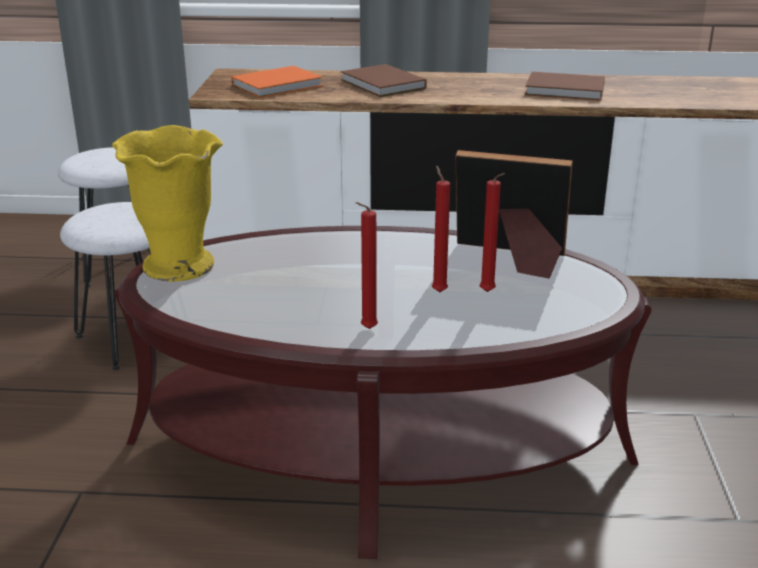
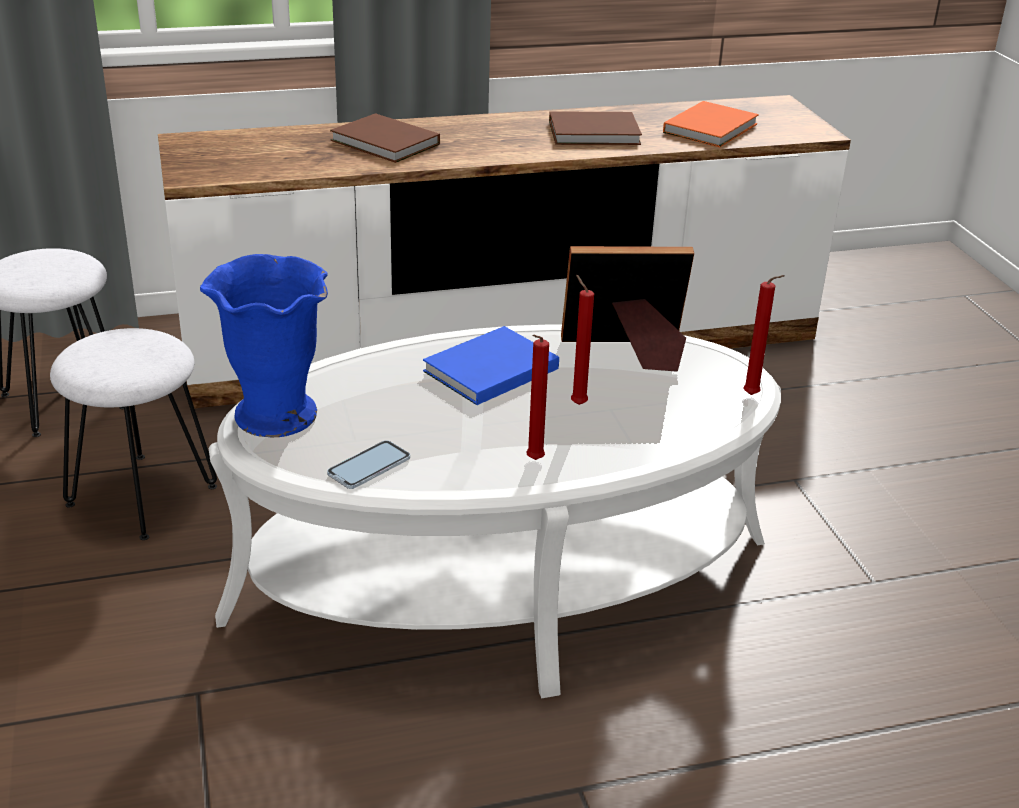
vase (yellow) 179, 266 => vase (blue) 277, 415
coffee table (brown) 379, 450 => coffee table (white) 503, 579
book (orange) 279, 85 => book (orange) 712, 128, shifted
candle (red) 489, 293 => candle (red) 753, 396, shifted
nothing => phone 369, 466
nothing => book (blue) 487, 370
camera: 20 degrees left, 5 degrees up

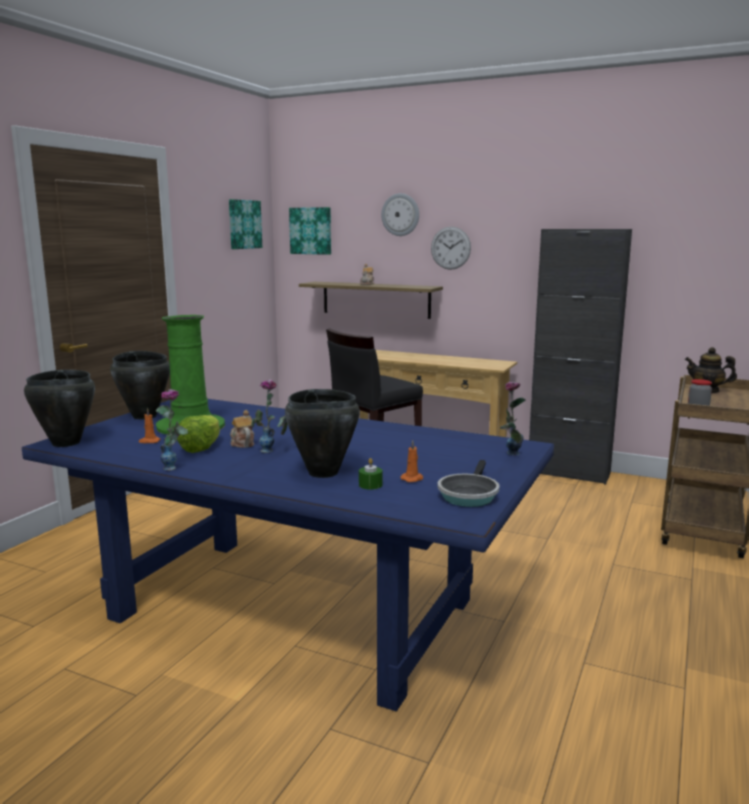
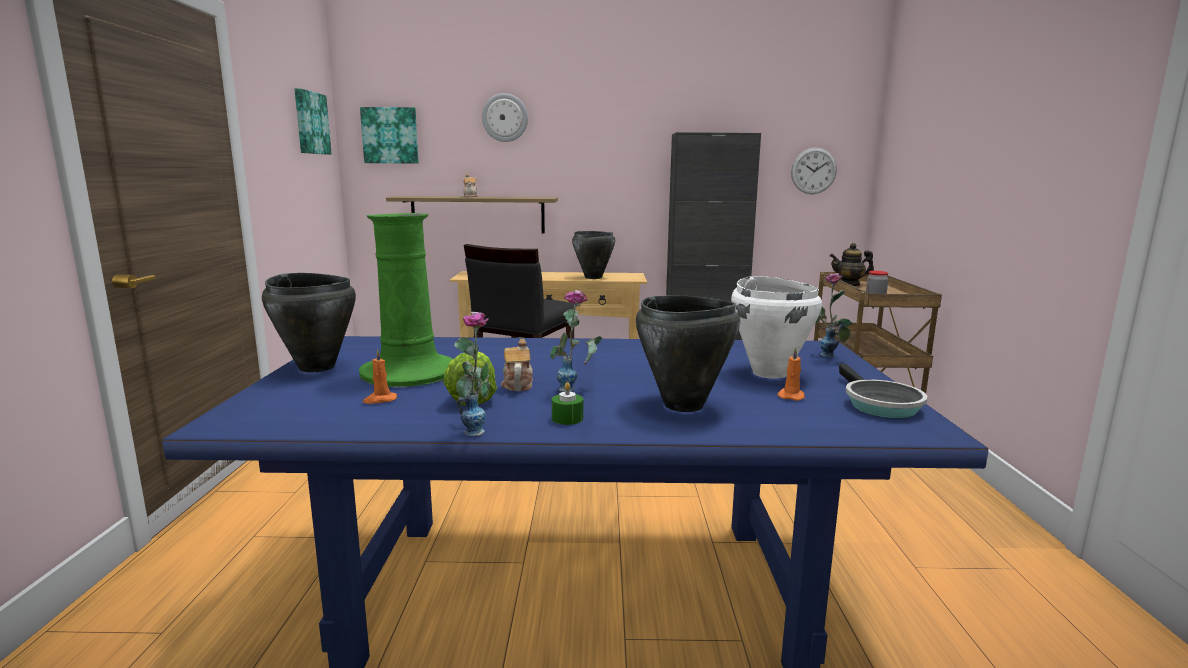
cooking pot (black) 65, 443 => cooking pot (black) 593, 277, shifted
teapot 242, 443 => teapot 517, 384, 45 degrees clockwise
candle (green) 370, 485 => candle (green) 567, 418, shifted
wall clock 450, 248 => wall clock 813, 171, shifted
nothing => cooking pot (white) 770, 373
camera: 25 degrees left, 0 degrees up

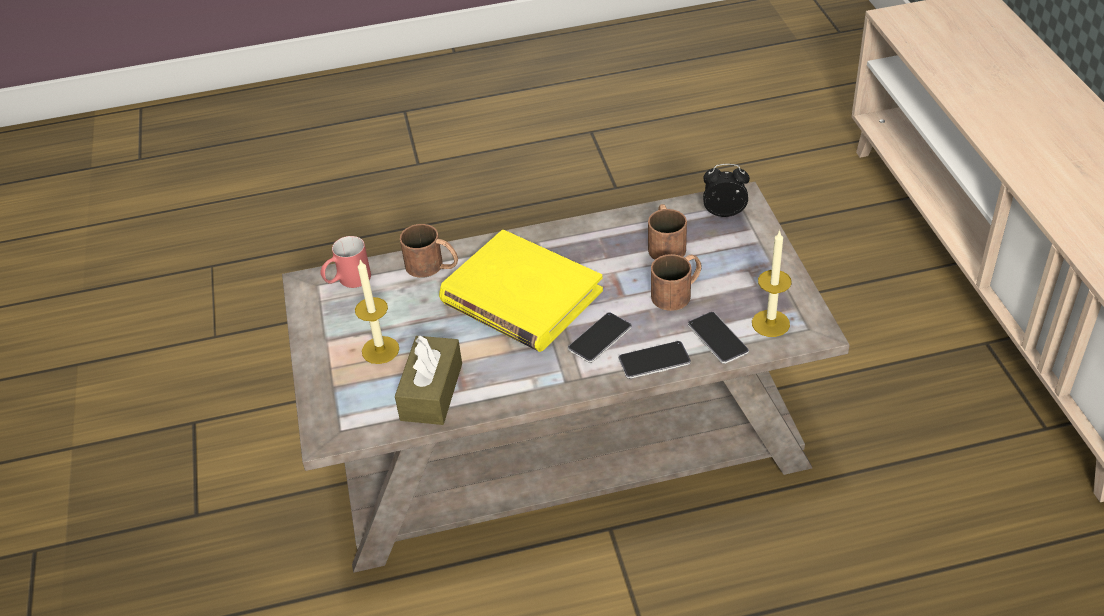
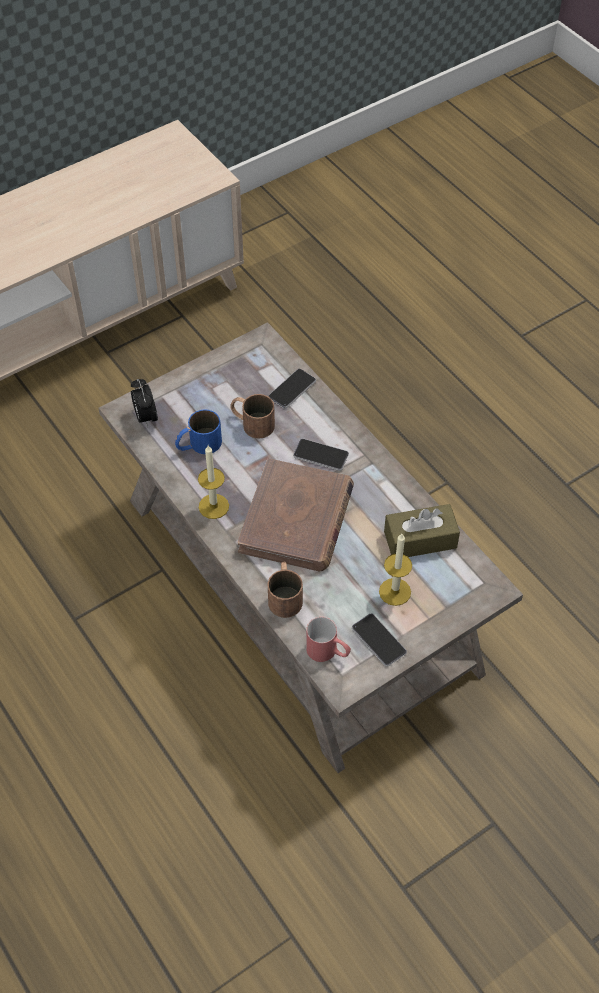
book (yellow) 520, 297 => book (brown) 297, 519
phone 654, 361 => phone 379, 640, shifted
mug (brown) 665, 243 => mug (blue) 198, 444
candle 770, 323 => candle 213, 506, shifted
camera: 115 degrees left, 10 degrees up

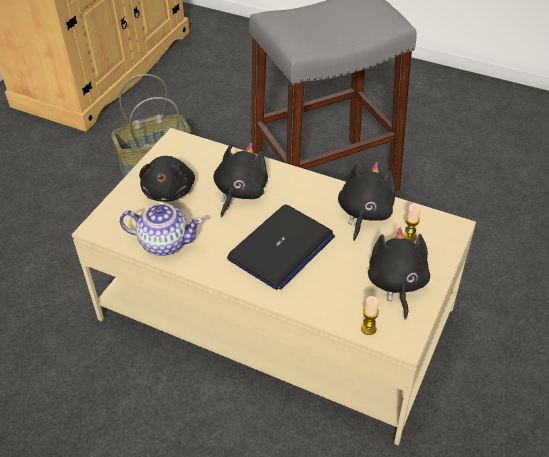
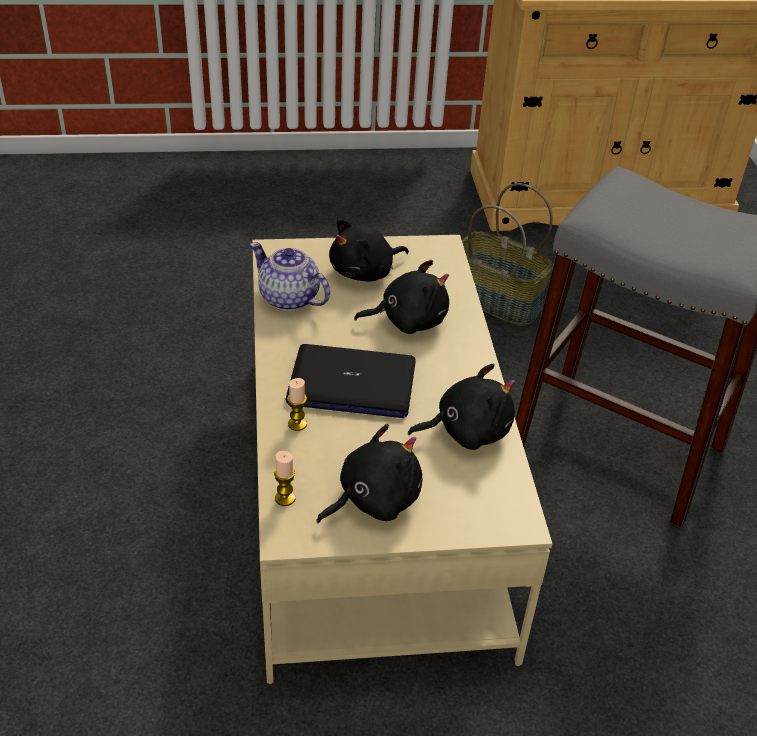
teapot 164, 242 => teapot 289, 299, 150 degrees clockwise
candle 409, 236 => candle 297, 424, shifted
camera: 55 degrees right, 5 degrees down

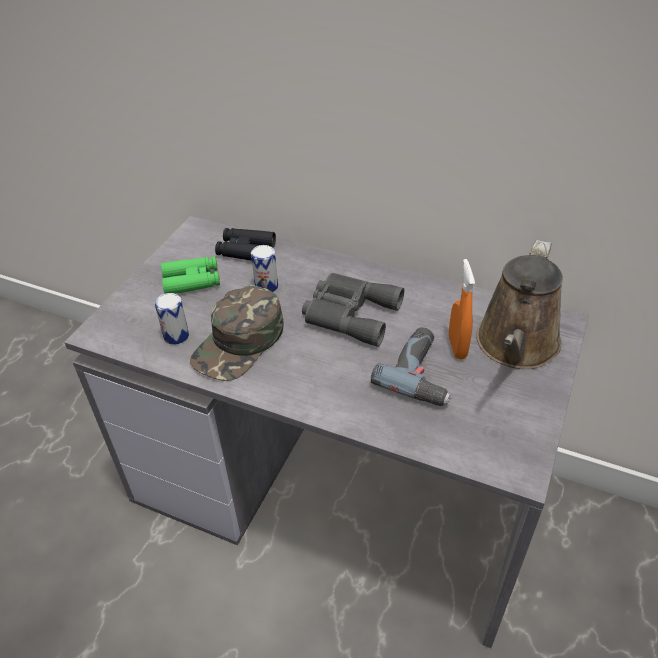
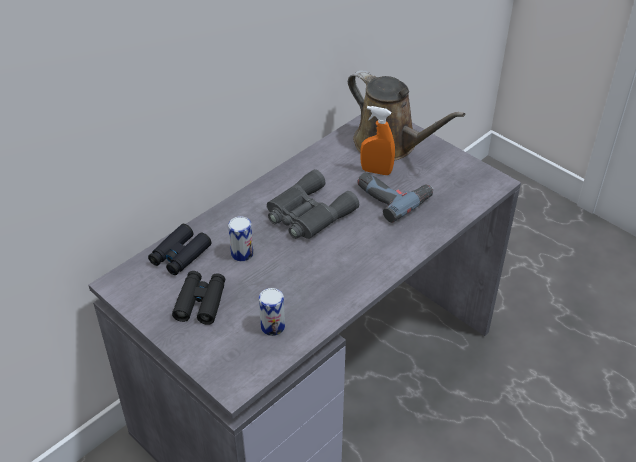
binoculars (green) 192, 281 => binoculars (black) 200, 302
cap (green) 240, 342 => nothing
camera: 70 degrees left, 0 degrees up

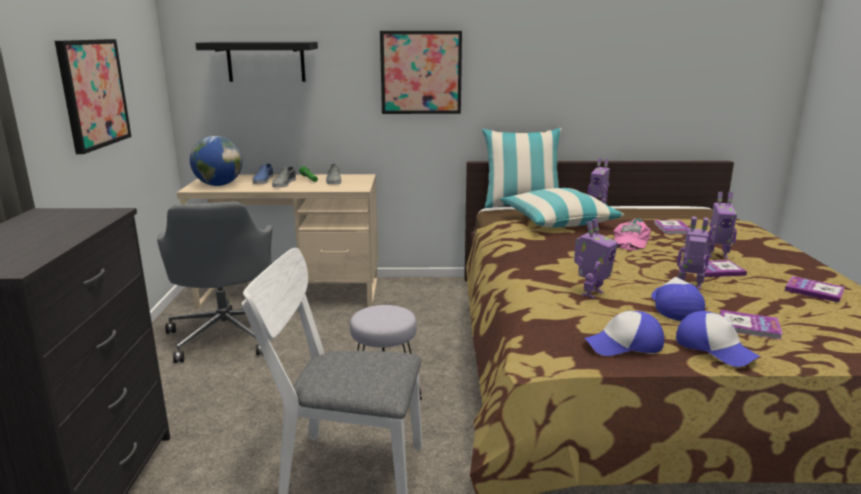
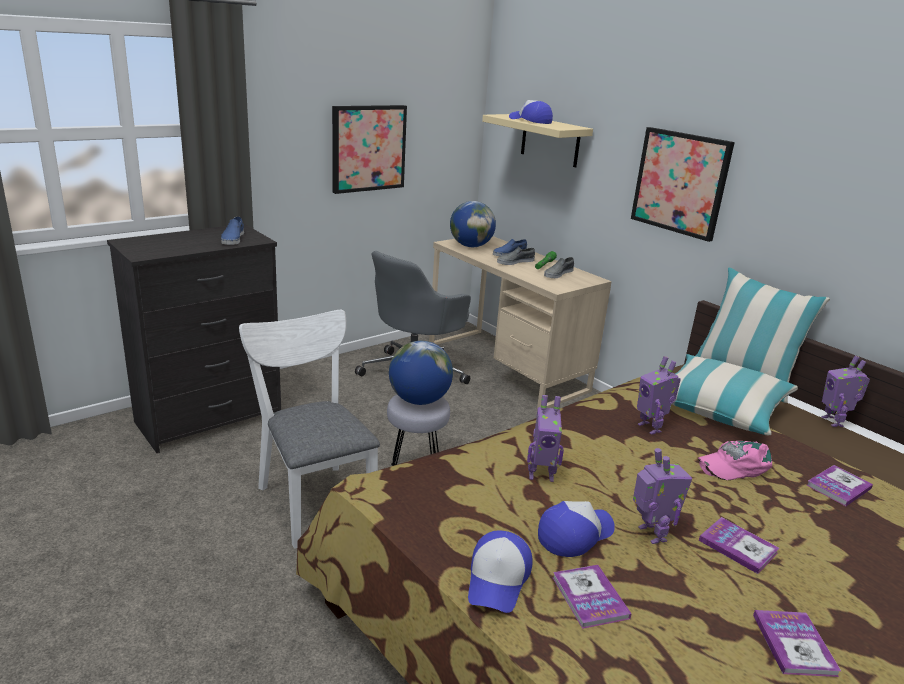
shelf (black) 266, 61 => shelf (beige) 550, 140
cap 624, 345 => cap 530, 121, shifted
toy robot 716, 255 => toy robot 650, 428, shifted
nothing => shoe (blue) 233, 238
nothing => globe 419, 400
camera: 50 degrees right, 5 degrees up

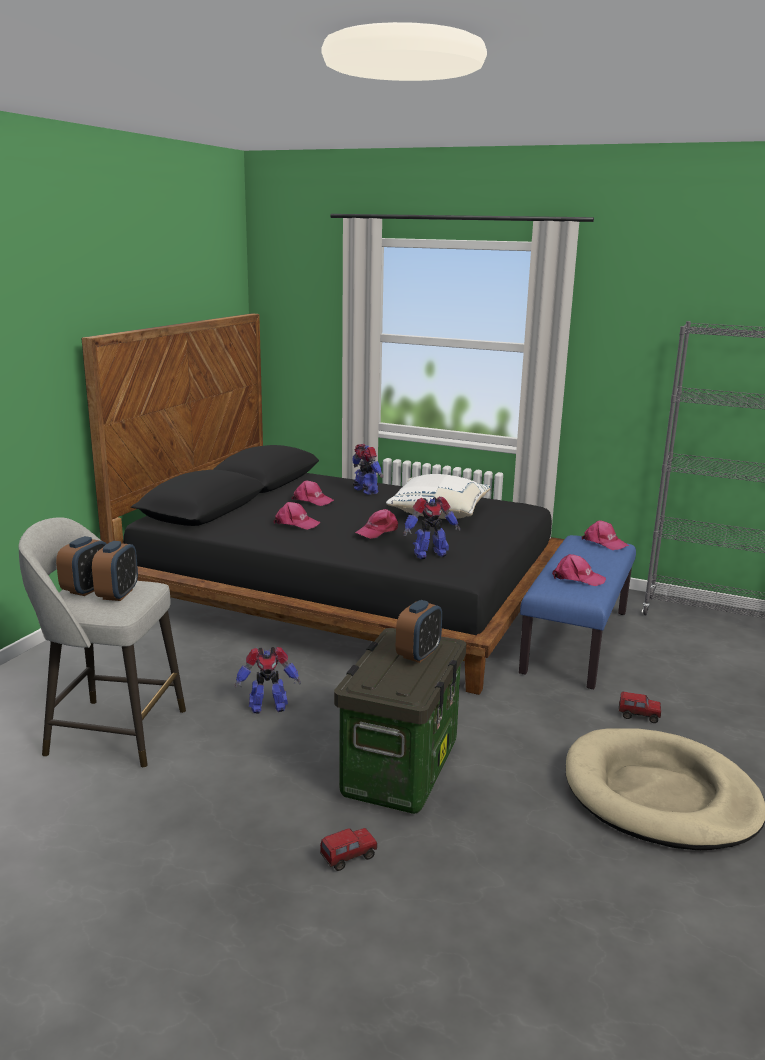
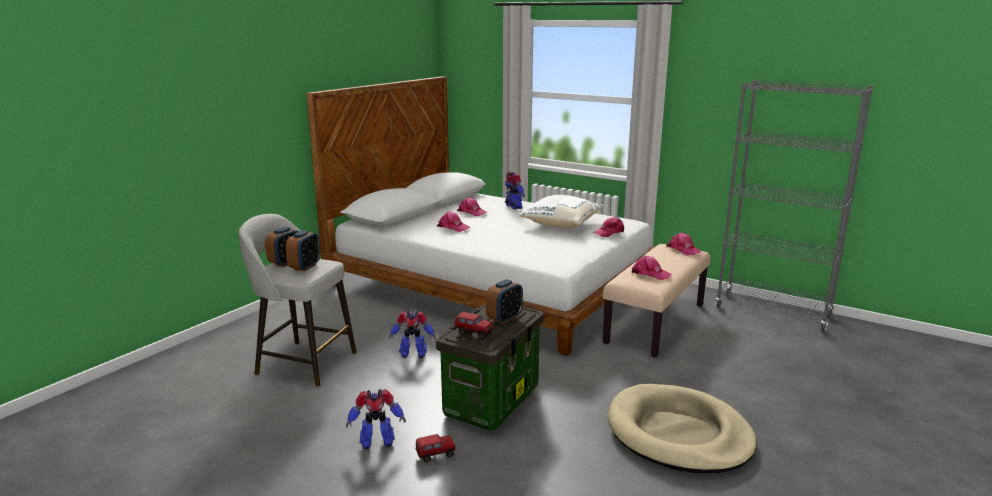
bed (black) 346, 595 => bed (white) 494, 282
cap (pink) 378, 531 => cap (pink) 609, 232, shifted
toy robot 429, 554 => toy robot 377, 442, shifted
bench (blue) 575, 641 => bench (beige) 655, 323
toy truck 638, 716 => toy truck 474, 333, shifted
camera: 10 degrees right, 0 degrees up

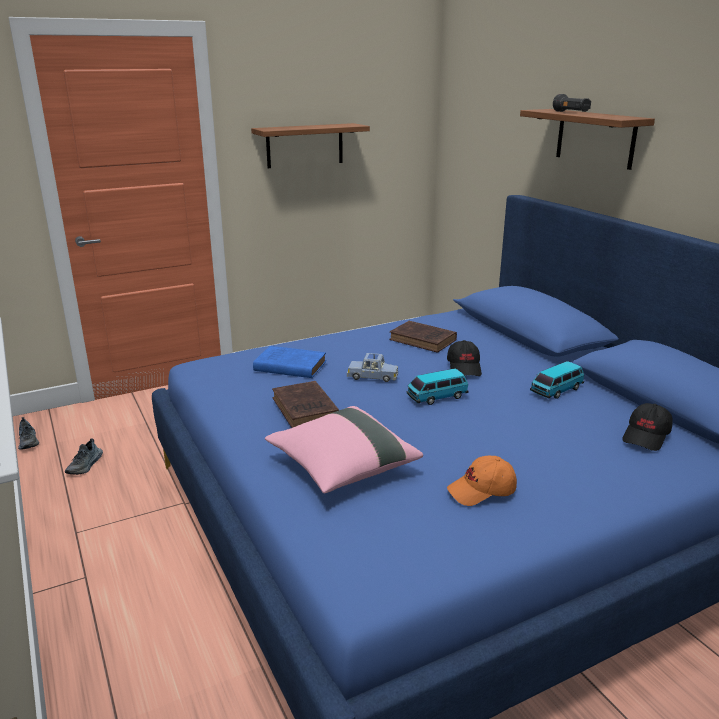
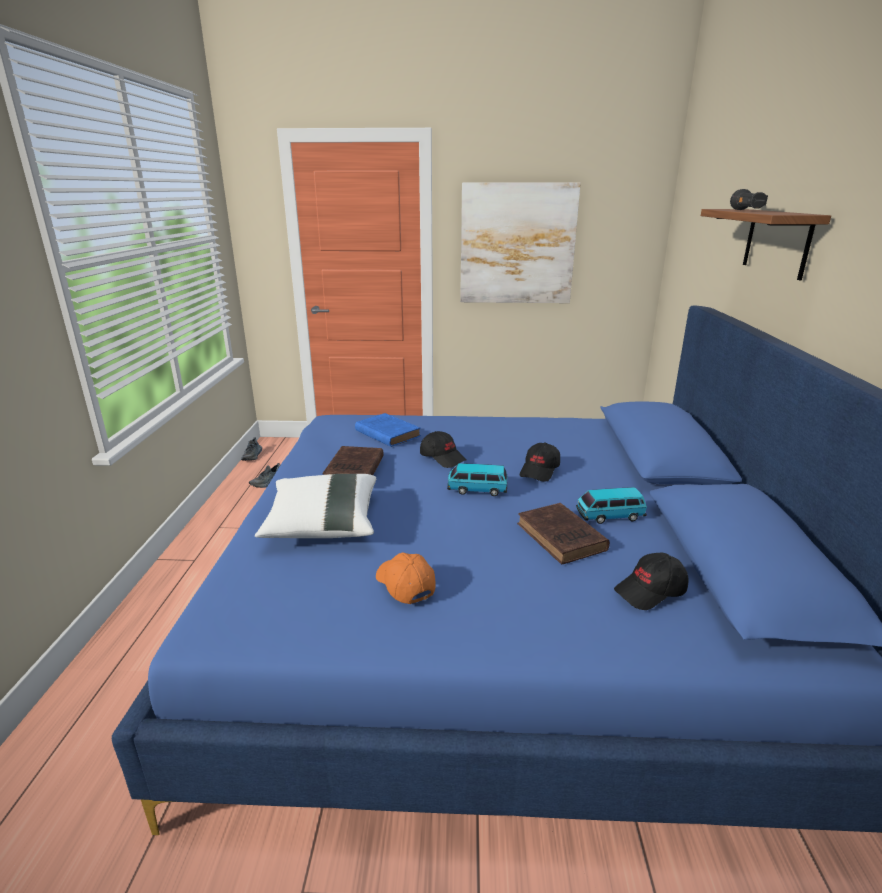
shelf 305, 145 => picture 517, 244
pillow (pink) 342, 467 => pillow (white) 323, 524
toy car (blue) 372, 376 => cap (black) 443, 457
book (brown) 424, 340 => book (brown) 562, 538, shifted
cap (orange) 482, 491 => cap (orange) 404, 585, 45 degrees clockwise
camera: 30 degrees right, 0 degrees up

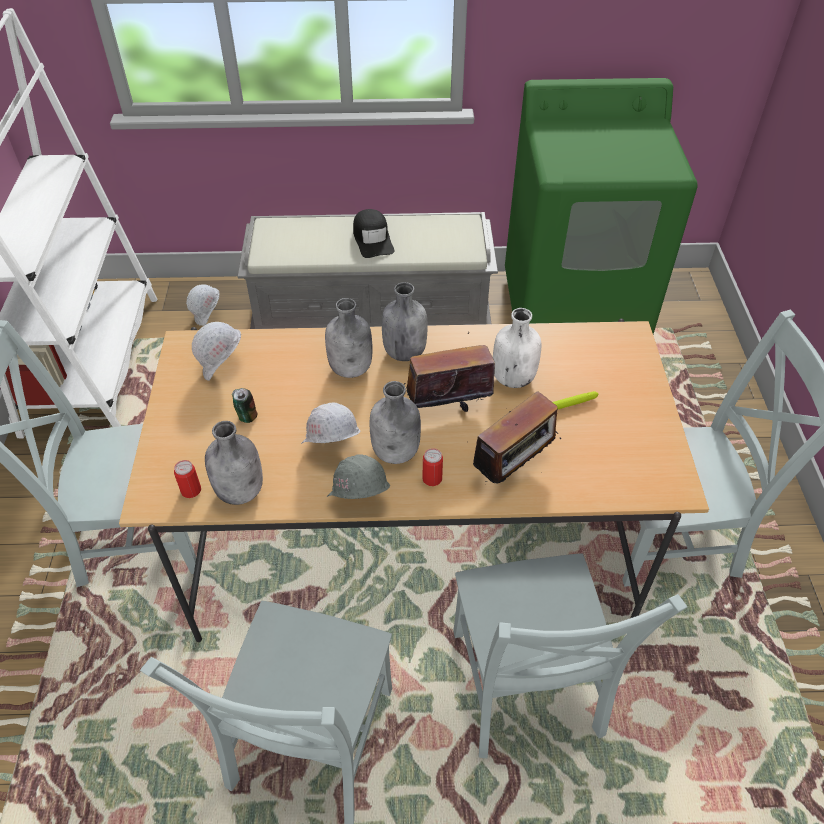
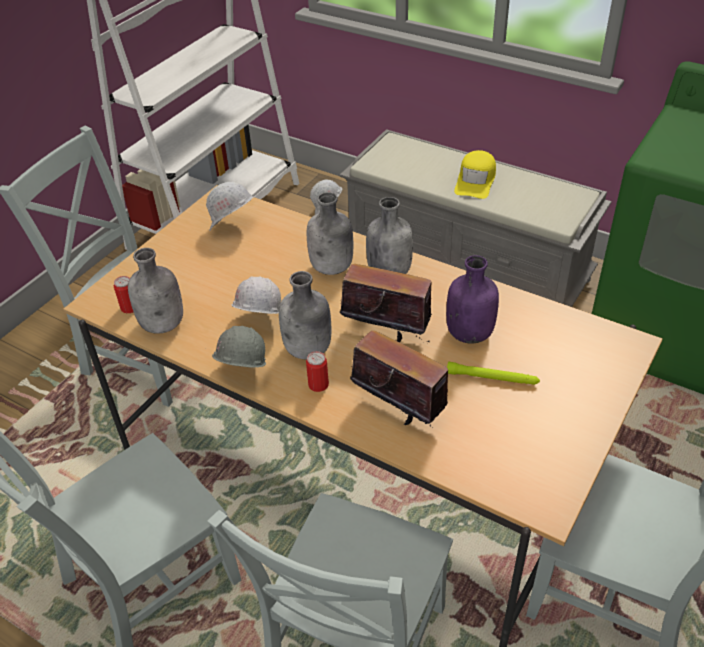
can 246, 417 => nothing
cap (black) 373, 239 => cap (yellow) 475, 181
radio 514, 467 => radio 399, 409, 135 degrees counterclockwise
bottle (white) 513, 377 => bottle (purple) 470, 333
camera: 35 degrees right, 5 degrees down

